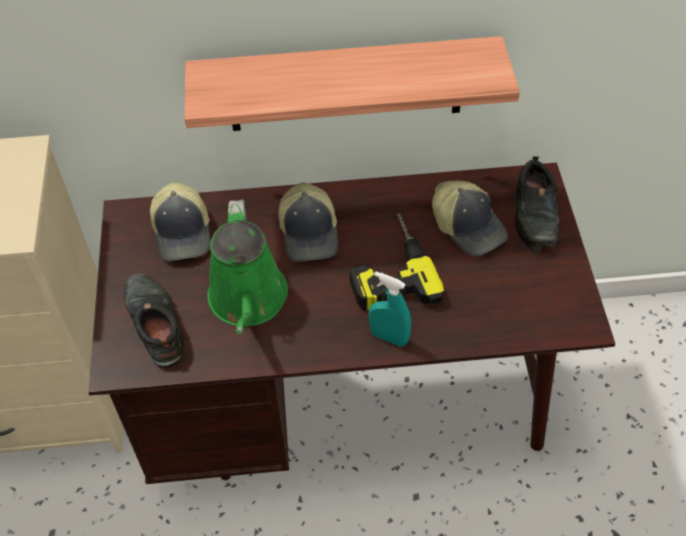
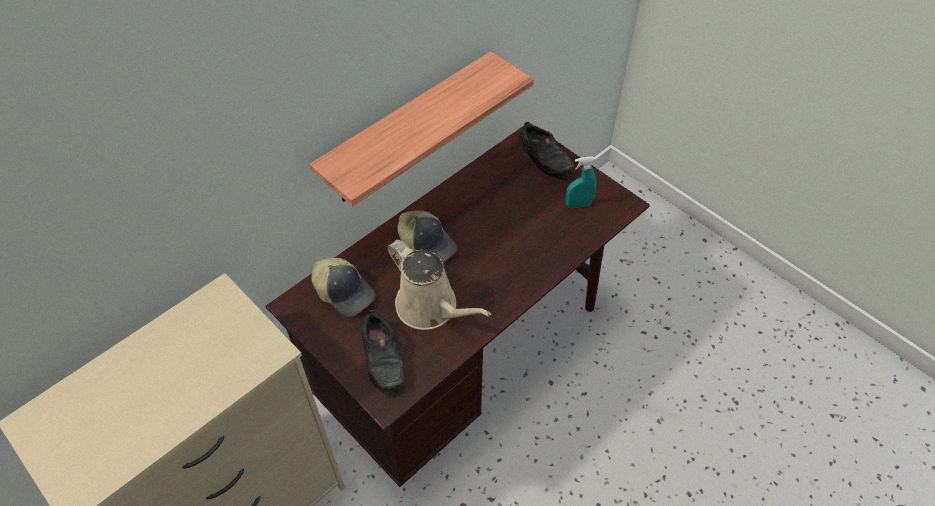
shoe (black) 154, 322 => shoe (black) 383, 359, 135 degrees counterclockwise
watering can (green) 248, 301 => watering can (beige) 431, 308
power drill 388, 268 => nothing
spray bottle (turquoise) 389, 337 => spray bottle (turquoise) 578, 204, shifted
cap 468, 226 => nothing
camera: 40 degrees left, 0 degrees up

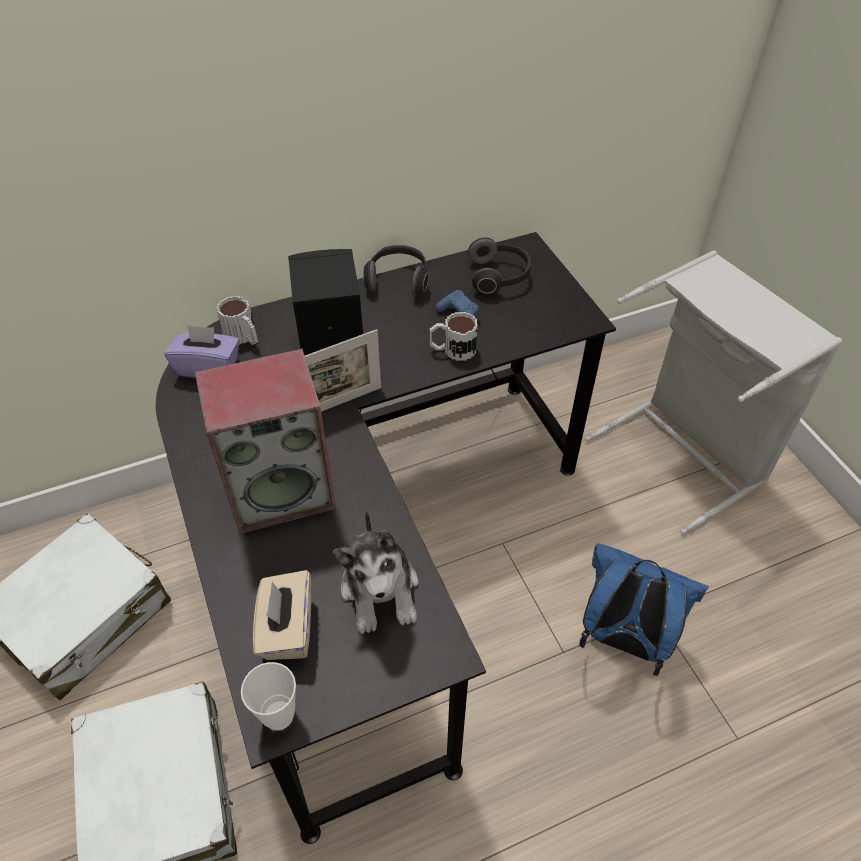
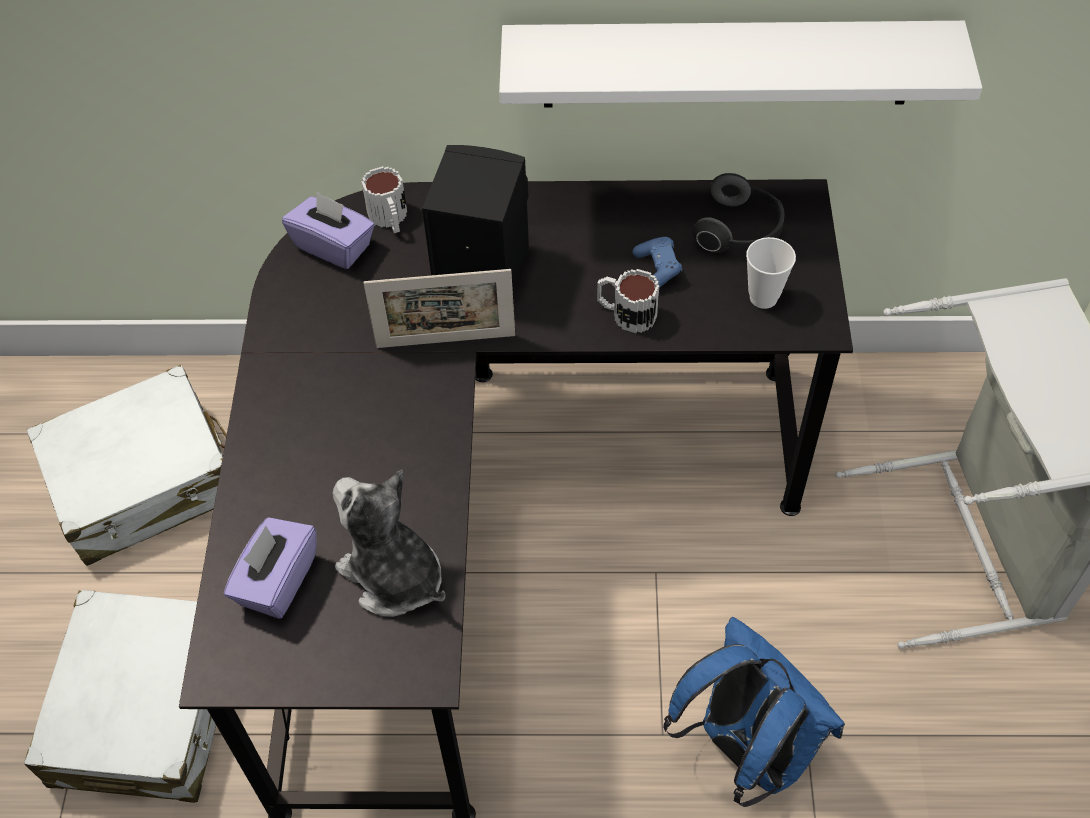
speaker 282, 490 => nothing
cup 278, 715 => cup 763, 298, shifted
tissue box (beige) 287, 629 => tissue box (purple) 277, 581
plush toy 380, 589 => plush toy 393, 576, 120 degrees clockwise
headphones 398, 280 => nothing
nothing => shelf (white) 727, 64
camera: 25 degrees right, 5 degrees up

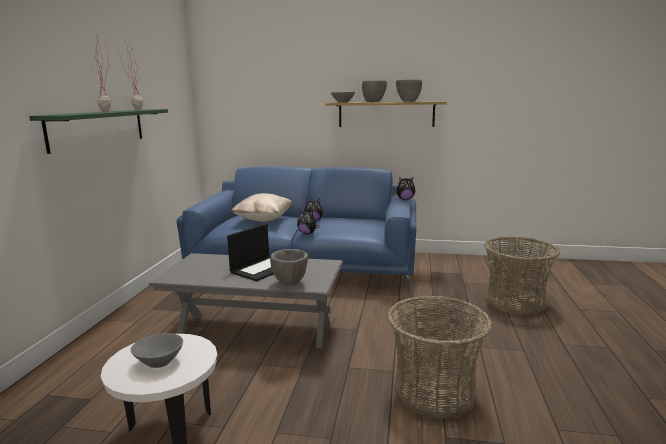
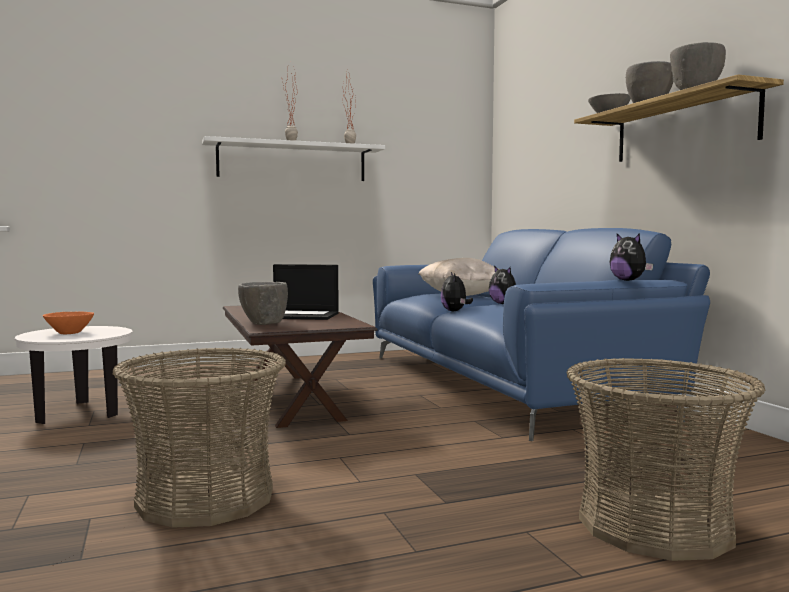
shelf (green) 98, 128 => shelf (white) 292, 162
bowl (grey) 159, 362 => bowl (orange) 70, 333
coffee table (grey) 255, 330 => coffee table (brown) 291, 398
camera: 60 degrees right, 10 degrees down

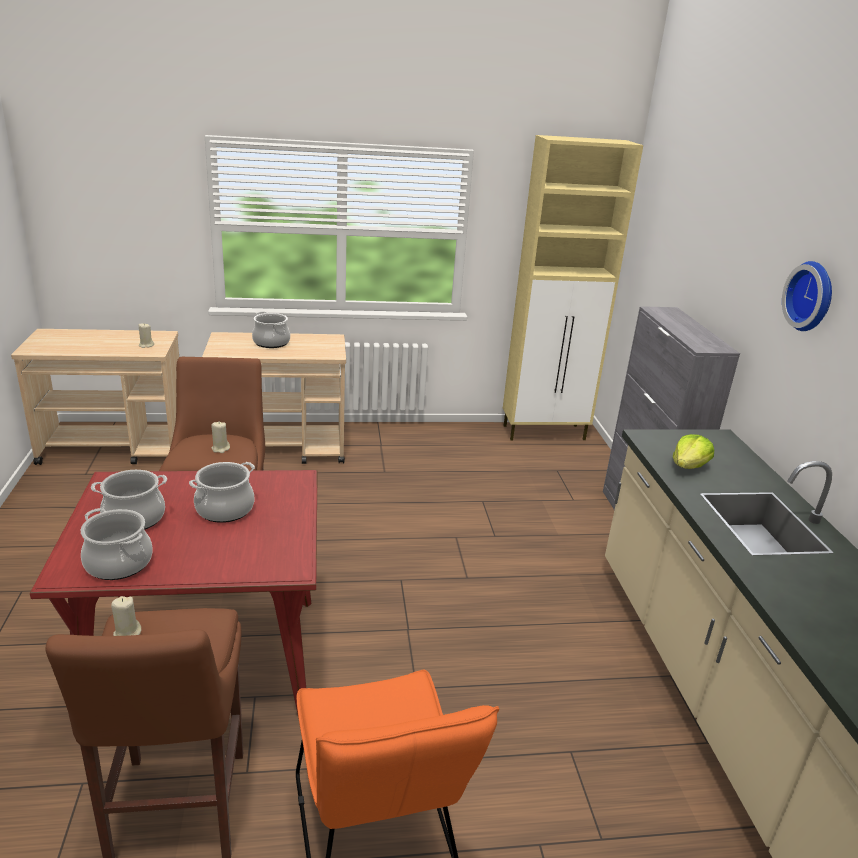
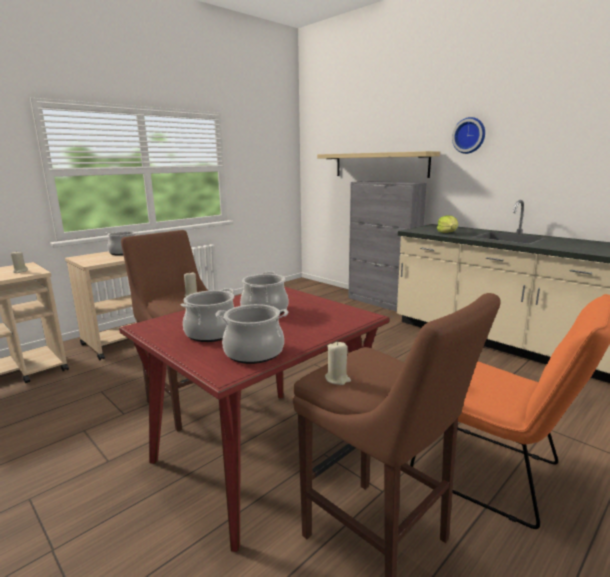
cabinet (beige) 545, 432 => nothing
nothing => shelf 380, 165
camera: 35 degrees left, 10 degrees down

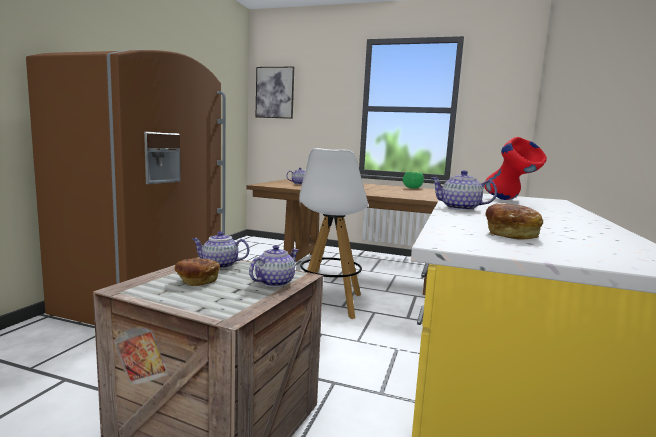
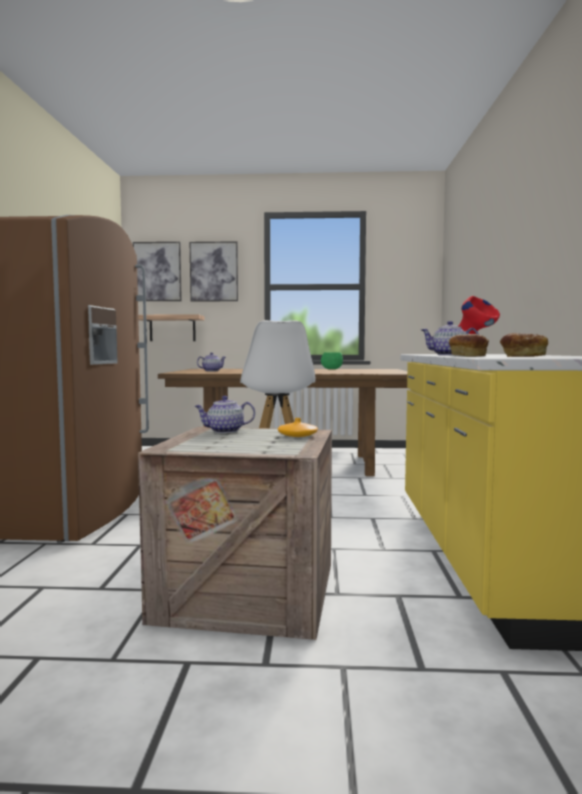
bread 196, 280 => bread 467, 356, shifted
teapot 274, 282 => vase (orange) 297, 436
nothing => shelf 172, 328
nothing => picture 214, 271
camera: 15 degrees left, 5 degrees down

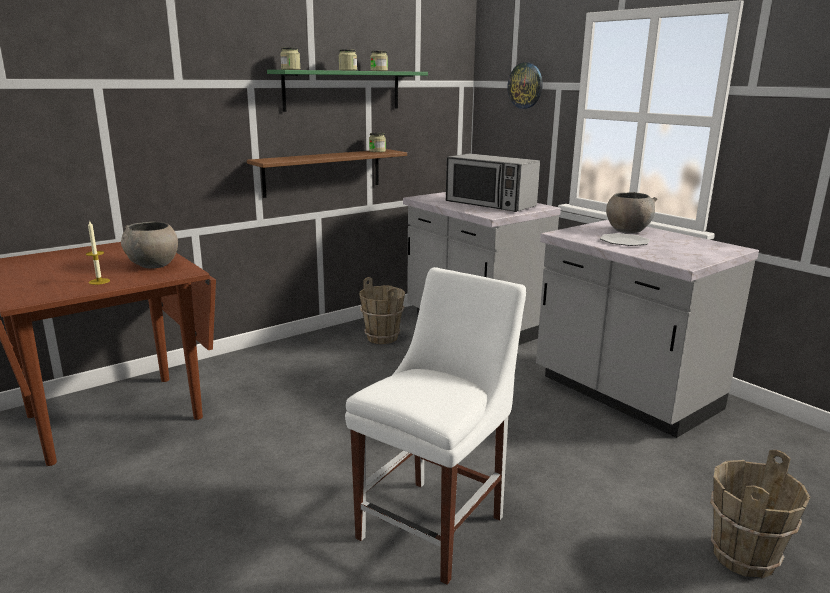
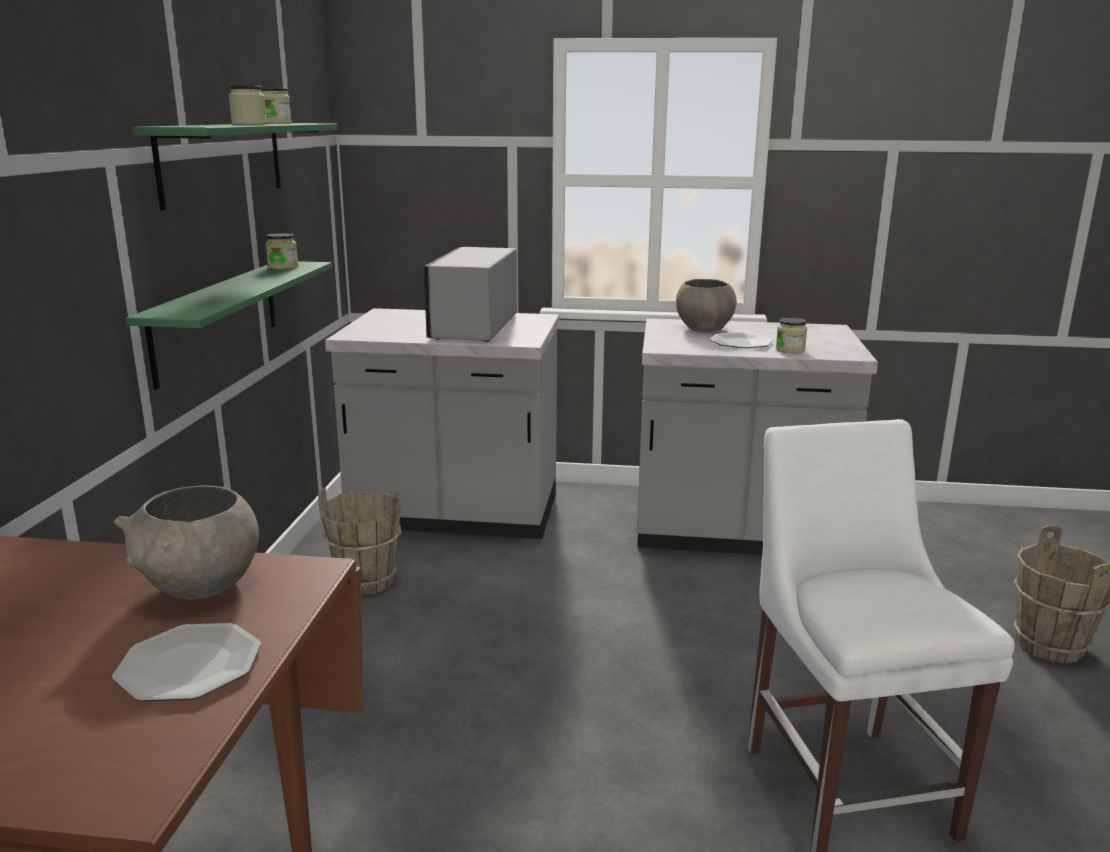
candle 99, 281 => plate 190, 665
shelf (brown) 323, 172 => shelf (green) 217, 319
jar 290, 69 => jar 790, 350, shifted
microwave 490, 204 => microwave 473, 326, 105 degrees clockwise
wall clock 525, 85 => nothing
camera: 45 degrees left, 0 degrees up

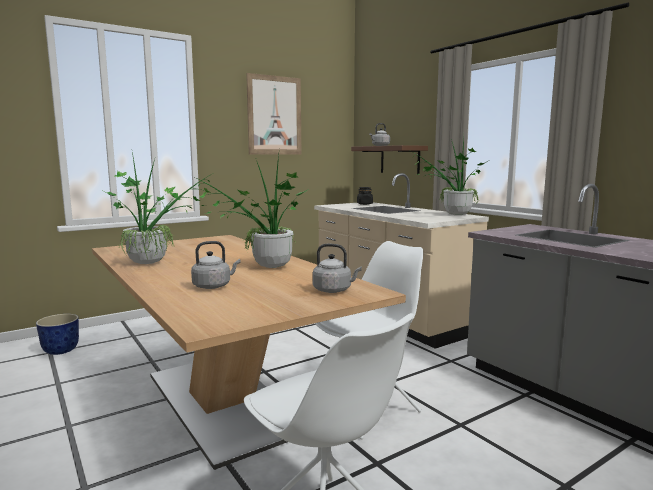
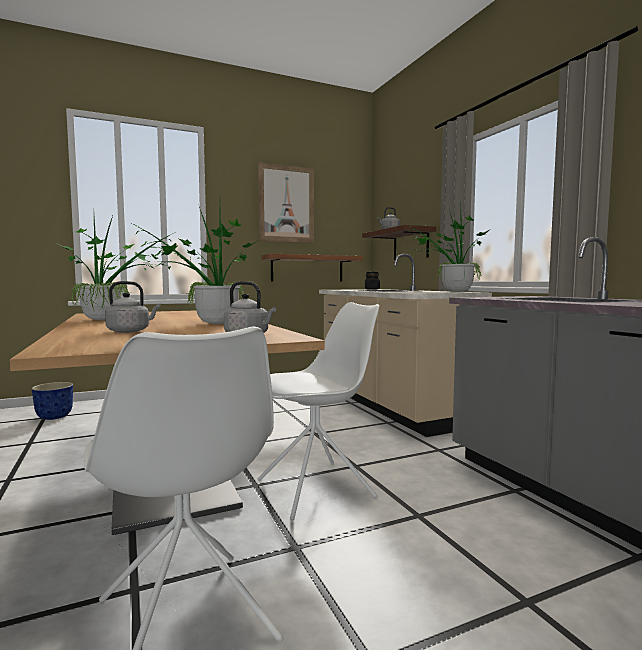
nothing => shelf 307, 268
camera: 10 degrees right, 5 degrees down

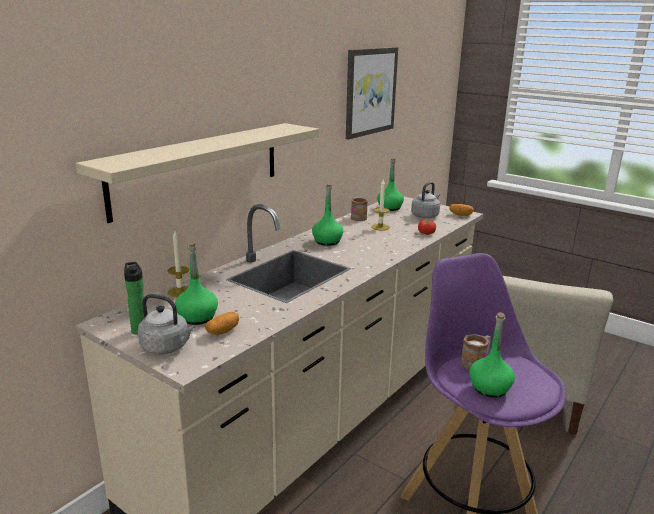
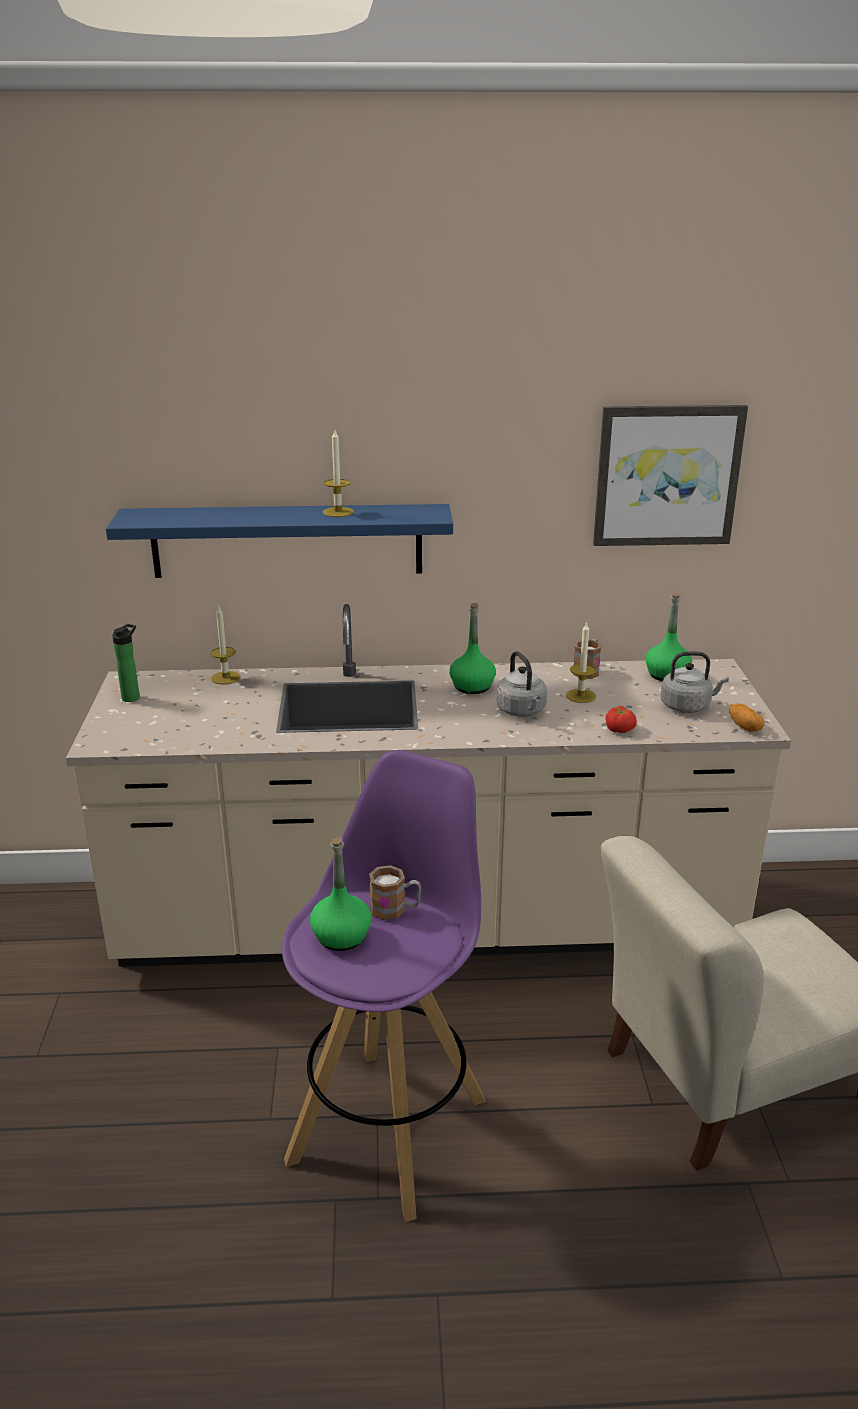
shelf (beige) 199, 168 => shelf (blue) 287, 541
kettle (grey) 167, 347 => kettle (grey) 522, 711, shifted
bottle (green) 197, 317 => nothing
potato 223, 331 => nothing
nothing => candle 338, 512
camera: 50 degrees right, 5 degrees up

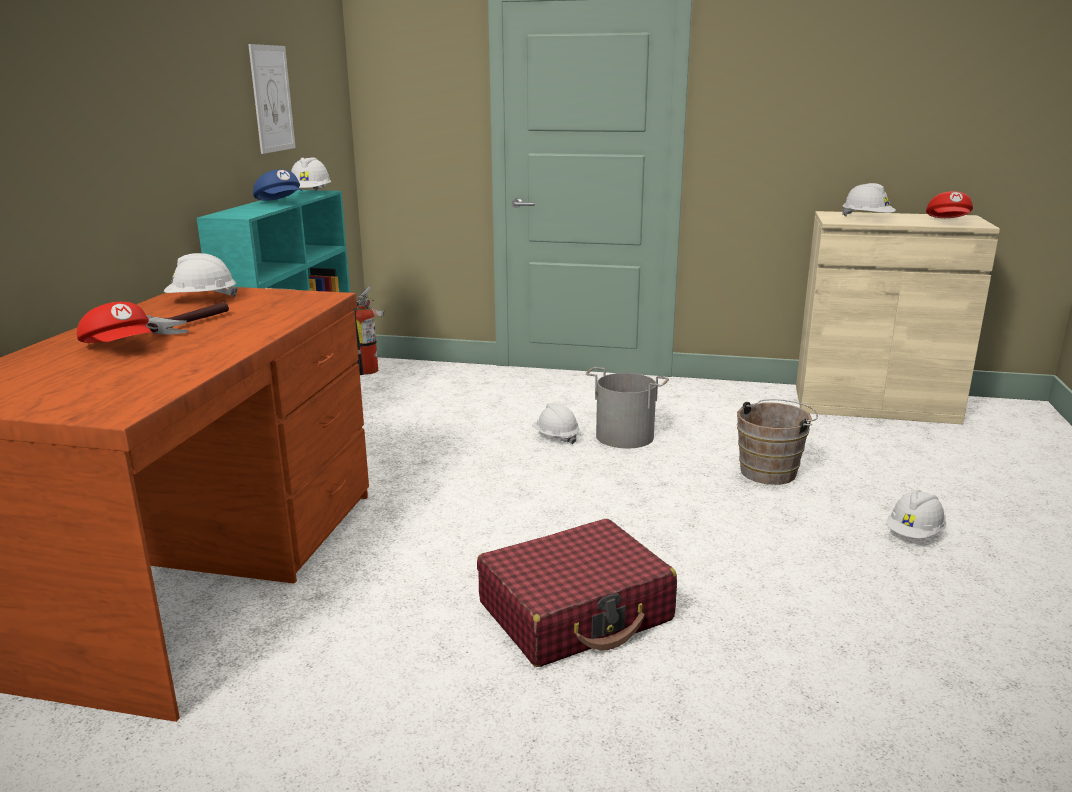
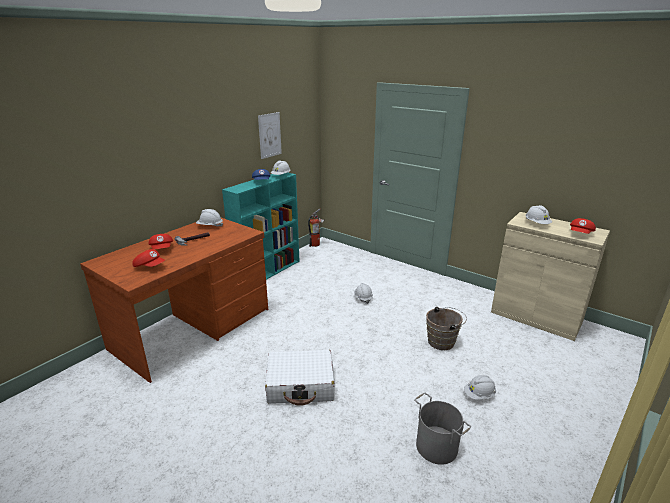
suitcase (red) 576, 612 => suitcase (white) 301, 385
bucket (grey) 625, 436 => bucket (grey) 437, 446, shifted
nothing => cap (red) 150, 266
camera: 25 degrees right, 5 degrees up

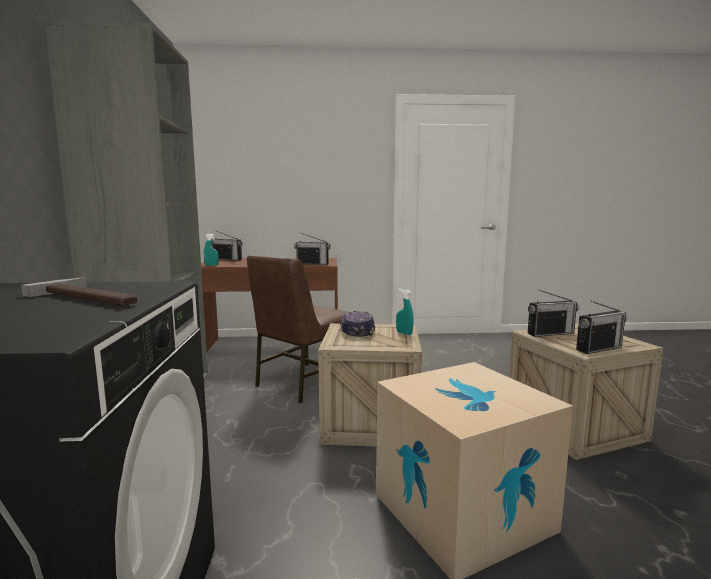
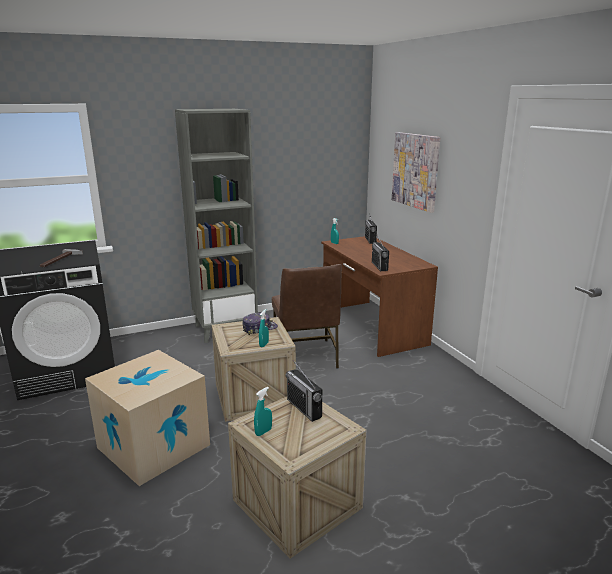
chair (brown) 303, 382 => chair (brown) 306, 356, 120 degrees counterclockwise
radio 599, 348 => spray bottle (turquoise) 263, 432
nothing => picture 415, 170
camera: 70 degrees right, 10 degrees up

